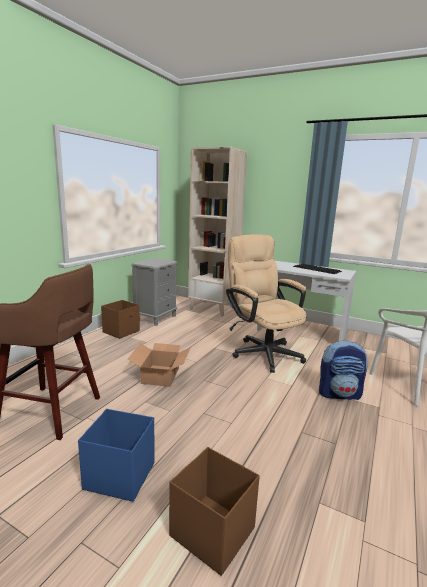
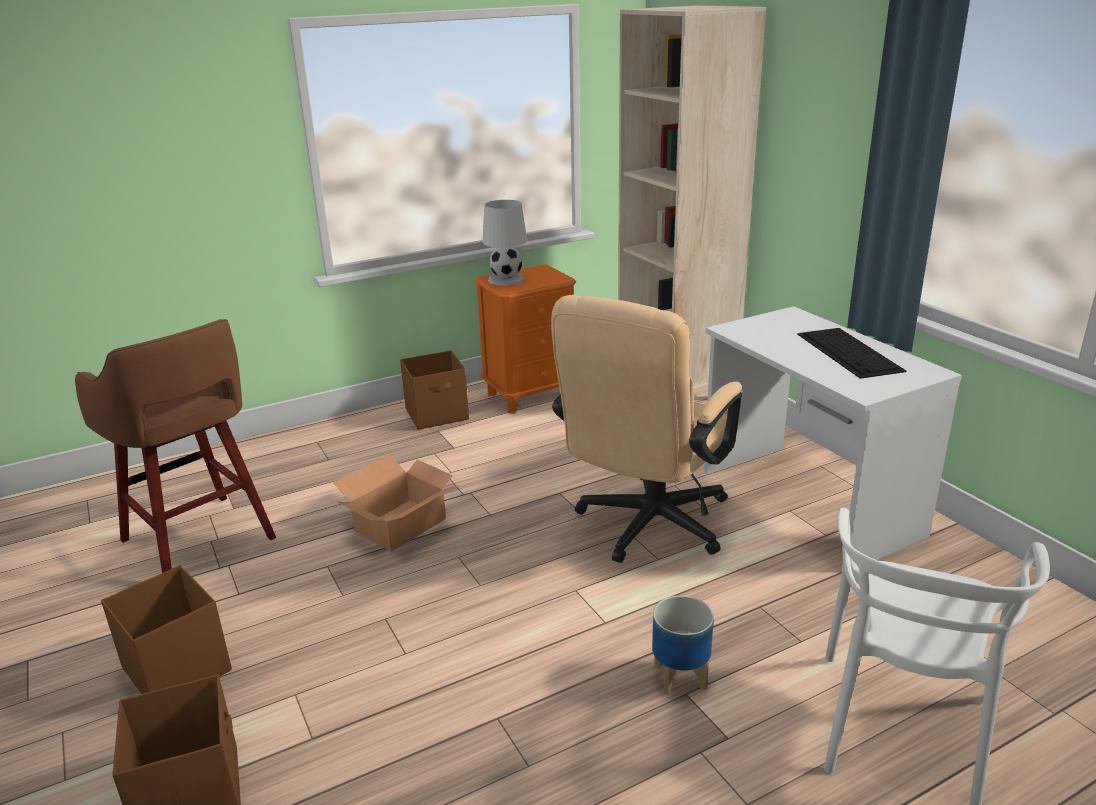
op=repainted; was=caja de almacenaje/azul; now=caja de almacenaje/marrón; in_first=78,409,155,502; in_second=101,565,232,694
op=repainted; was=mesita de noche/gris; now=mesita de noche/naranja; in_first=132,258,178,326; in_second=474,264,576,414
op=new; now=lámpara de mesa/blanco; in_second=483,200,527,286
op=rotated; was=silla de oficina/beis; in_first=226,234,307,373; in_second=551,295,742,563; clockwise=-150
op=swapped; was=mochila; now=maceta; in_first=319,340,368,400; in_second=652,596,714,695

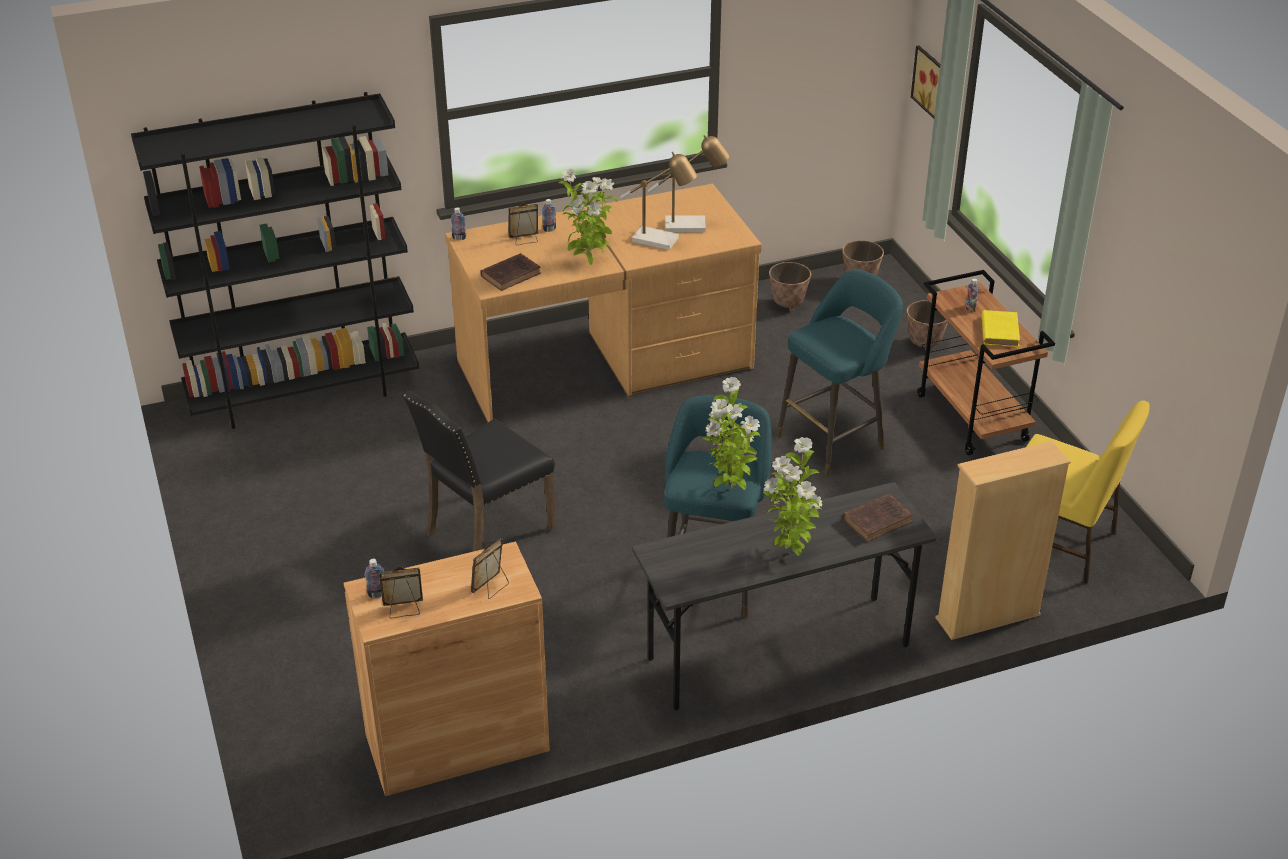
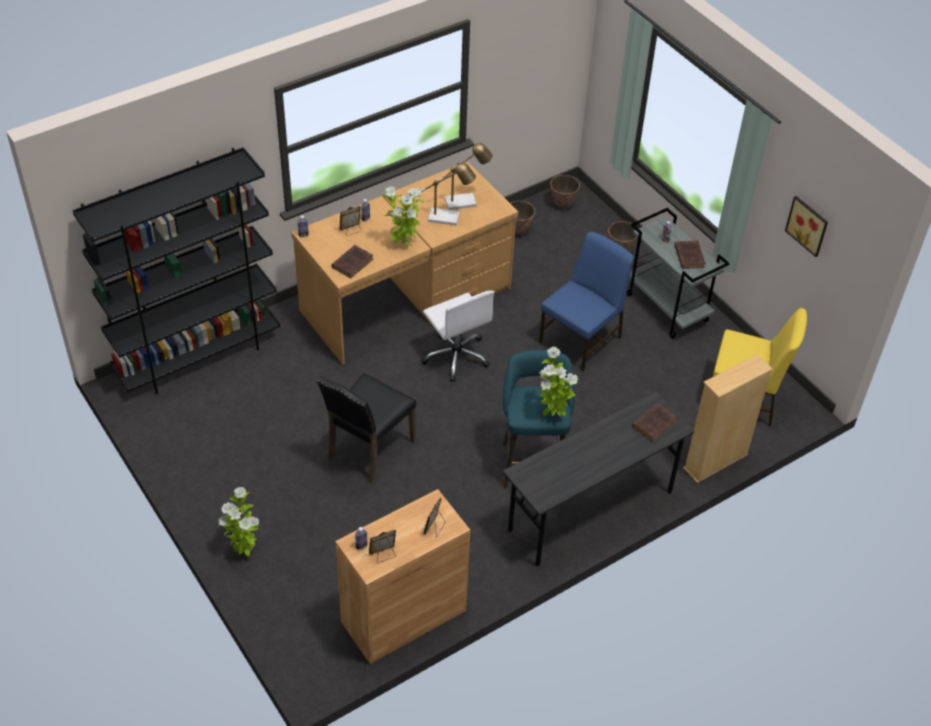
op=shifted; was=planta en maceta; in_first=763,437,822,556; in_second=219,487,259,556
op=new; now=silla de oficina/blanco; in_second=421,290,494,382
op=swapped; was=taburete/turquesa; now=silla/azul; in_first=777,269,903,476; in_second=539,232,633,371
op=repainted; was=carrito/marrón; now=carrito/gris; in_first=917,270,1055,456; in_second=626,208,730,339
op=repainted; was=libro/amarillo; now=libro/marrón; in_first=982,310,1020,347; in_second=674,240,706,269
op=shifted; was=cuadro; in_first=911,45,940,119; in_second=785,196,828,257

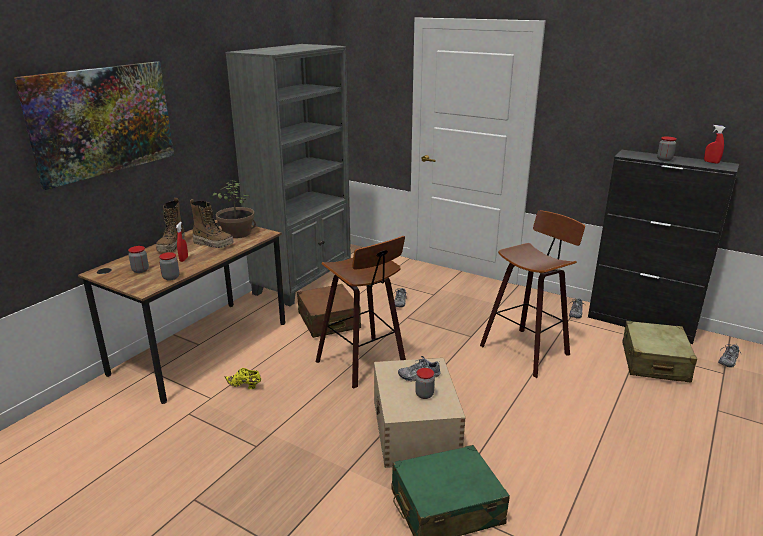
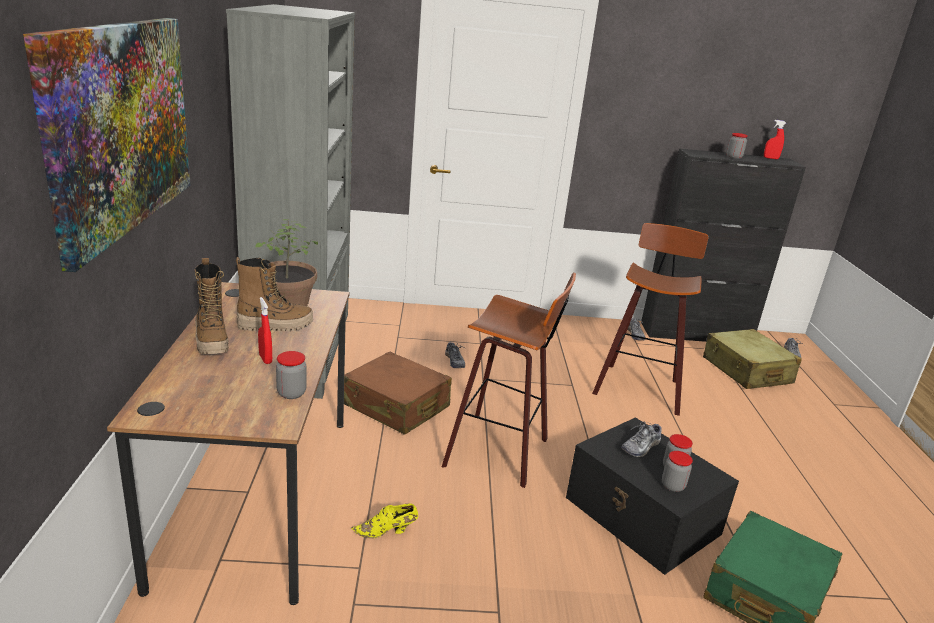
op=repainted; was=caja de almacenaje/beis; now=caja de almacenaje/negro; in_first=374,358,466,468; in_second=566,417,739,575
op=shifted; was=tarro; in_first=128,246,149,273; in_second=662,451,693,492

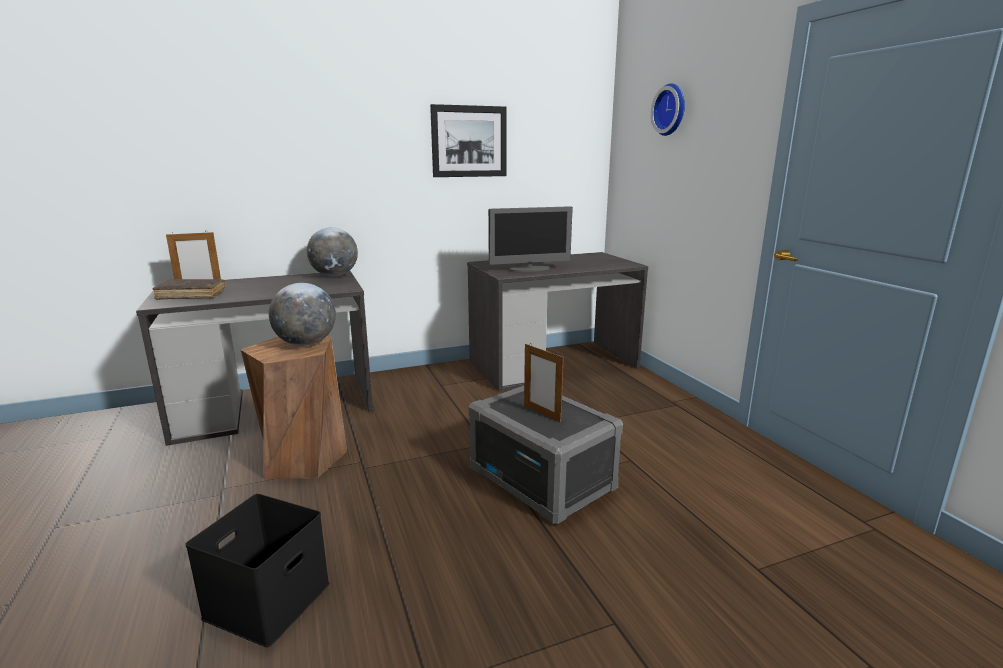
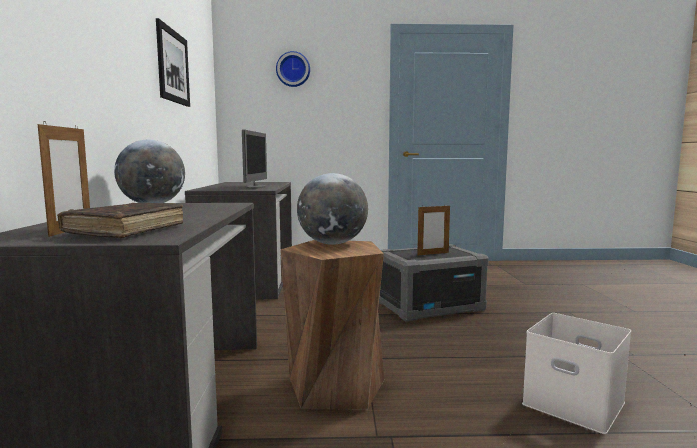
op=repainted; was=caja de almacenaje/negro; now=caja de almacenaje/blanco; in_first=185,494,329,647; in_second=522,313,631,434

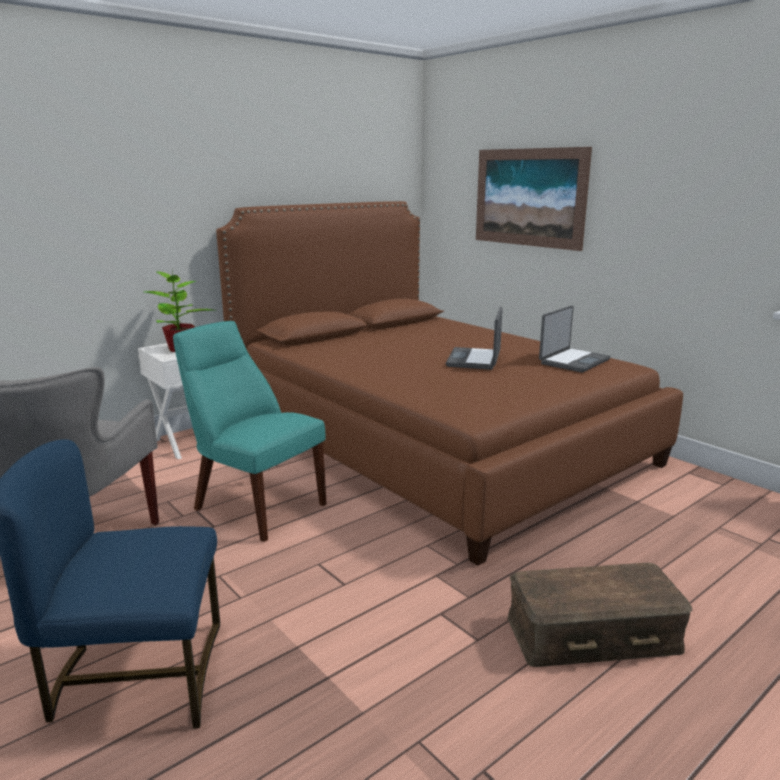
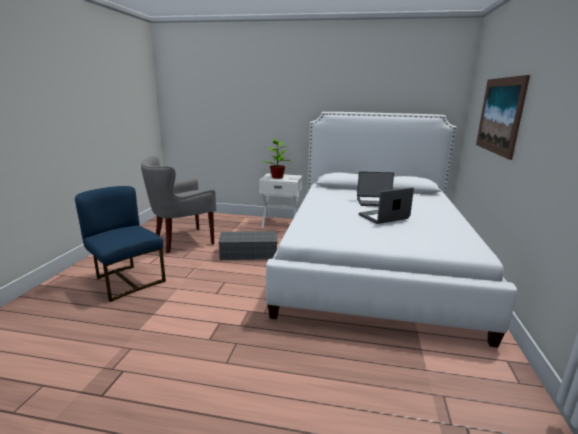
op=swapped; was=silla/turquesa; now=caja de almacenaje/gris; in_first=173,321,326,542; in_second=218,231,278,260
op=repainted; was=cama/marrón; now=cama/blanco; in_first=216,201,683,565; in_second=266,112,517,347
op=shifted; was=portátil; in_first=539,306,611,373; in_second=357,172,394,206
op=gone; was=caja de almacenaje/marrón; in_first=508,563,693,667

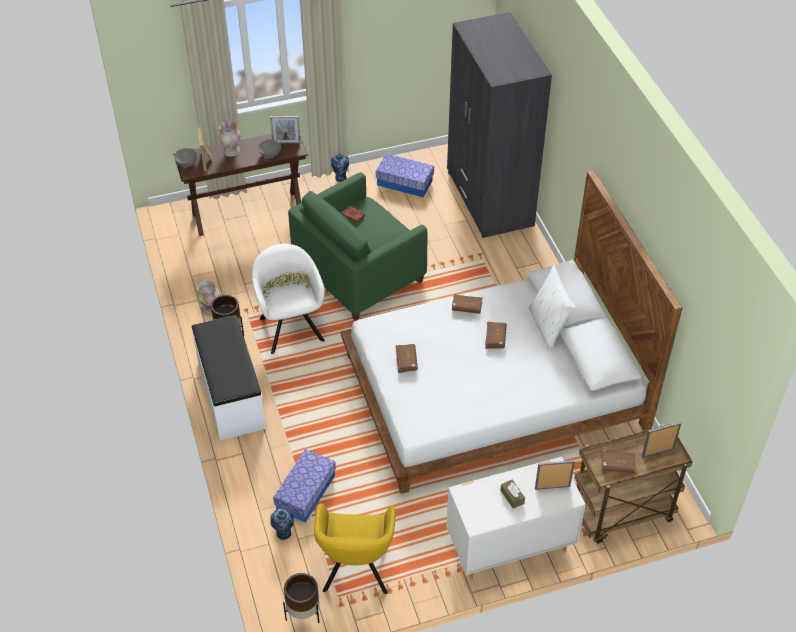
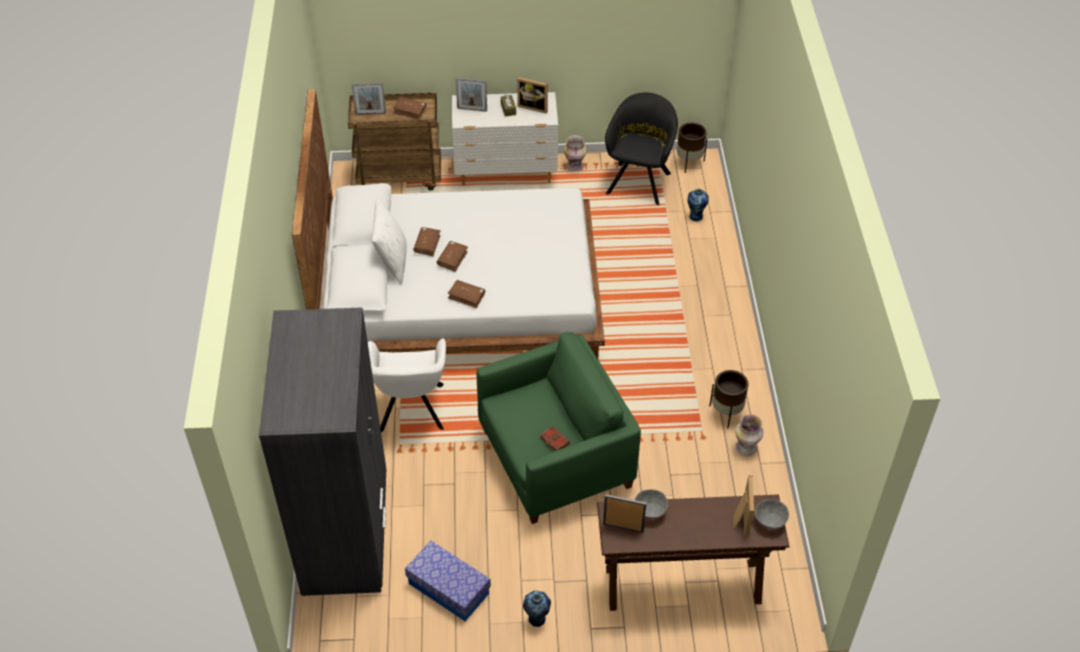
op=shifted; was=sillón/blanco; in_first=252,244,325,354; in_second=368,338,446,432
op=shifted; was=libro/marrón; in_first=396,344,418,373; in_second=413,227,441,256
op=new; now=portarretratos; in_second=517,77,548,114
op=shifted; was=florero; in_first=218,121,241,157; in_second=564,135,587,172
op=repainted; was=sillón/amarillo; now=sillón/negro; in_first=314,504,396,594; in_second=605,93,678,205
op=gone; was=banco/blanco; in_first=192,315,266,440
op=gone; was=caja de almacenaje; in_first=273,449,336,523

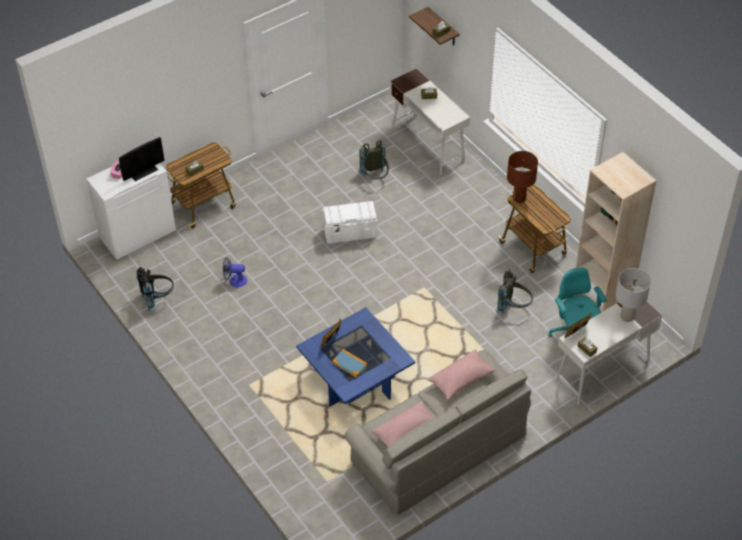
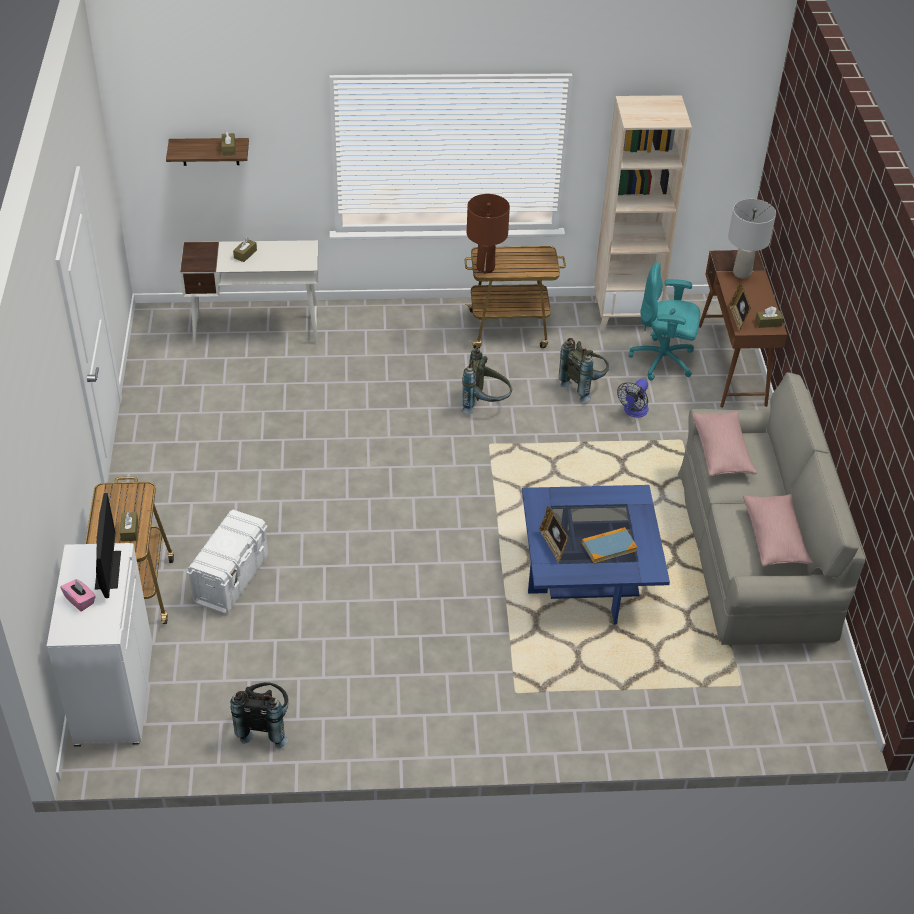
op=shifted; was=caja de almacenaje/blanco; in_first=322,201,377,244; in_second=186,510,268,614
op=shifted; was=mochila/gris; in_first=358,140,389,179; in_second=462,346,512,414
op=shifted; was=ventilador; in_first=223,257,247,287; in_second=617,379,648,418
op=repainted; was=escritorio/blanco; now=escritorio/marrón; in_first=556,302,662,404; in_second=699,250,787,408

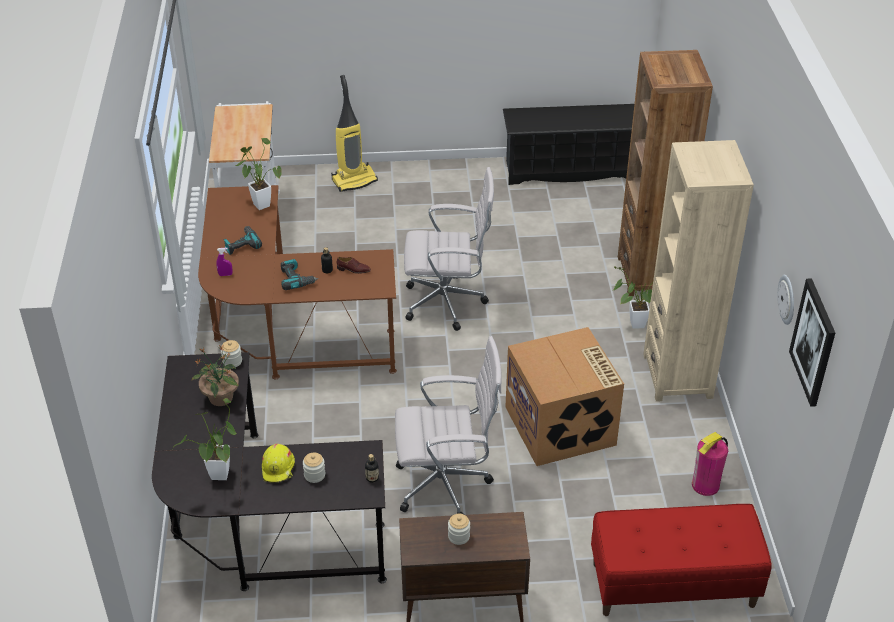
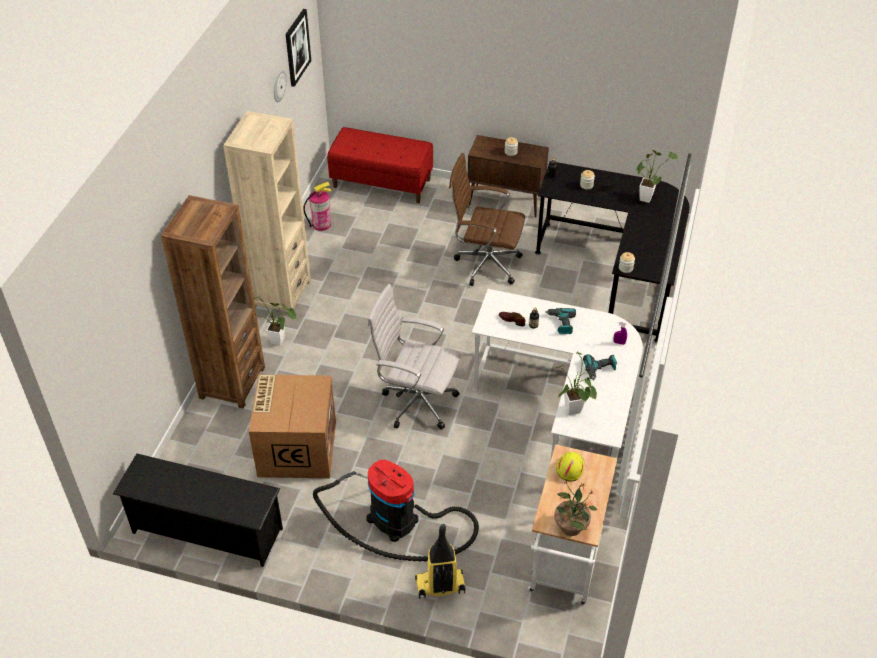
op=shifted; was=caja de cartón; in_first=505,327,624,466; in_second=249,375,336,478
op=new; now=aspiradora; in_second=313,460,479,561
op=repainted; was=silla de oficina/blanco; now=silla de oficina/marrón; in_first=395,336,502,514; in_second=449,153,525,286
op=repainted; was=escritorio/marrón; now=escritorio/blanco; in_first=198,185,397,380; in_second=472,289,643,503
op=shifted; was=planta en maceta; in_first=192,346,239,406; in_second=554,480,597,536
op=shifted; was=casco/amarillo; in_first=262,444,295,483; in_second=556,452,584,482

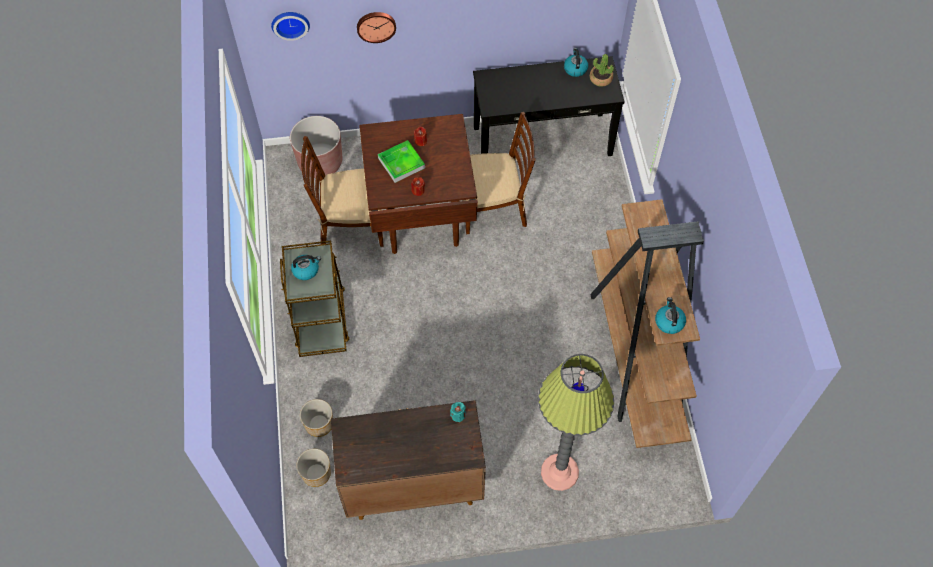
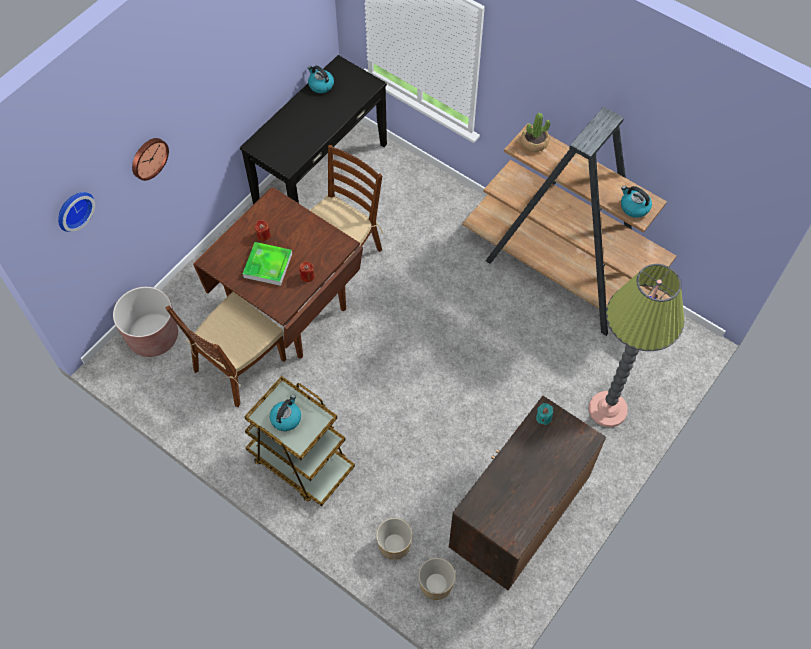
op=shifted; was=planta en maceta; in_first=590,54,614,87; in_second=521,113,550,152

